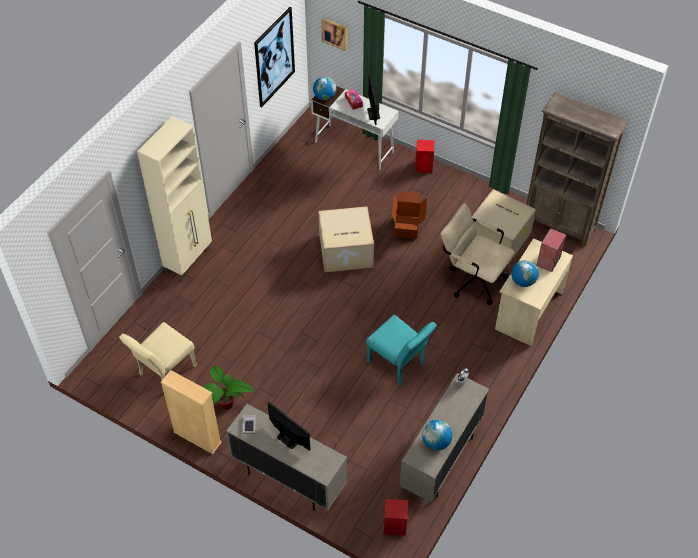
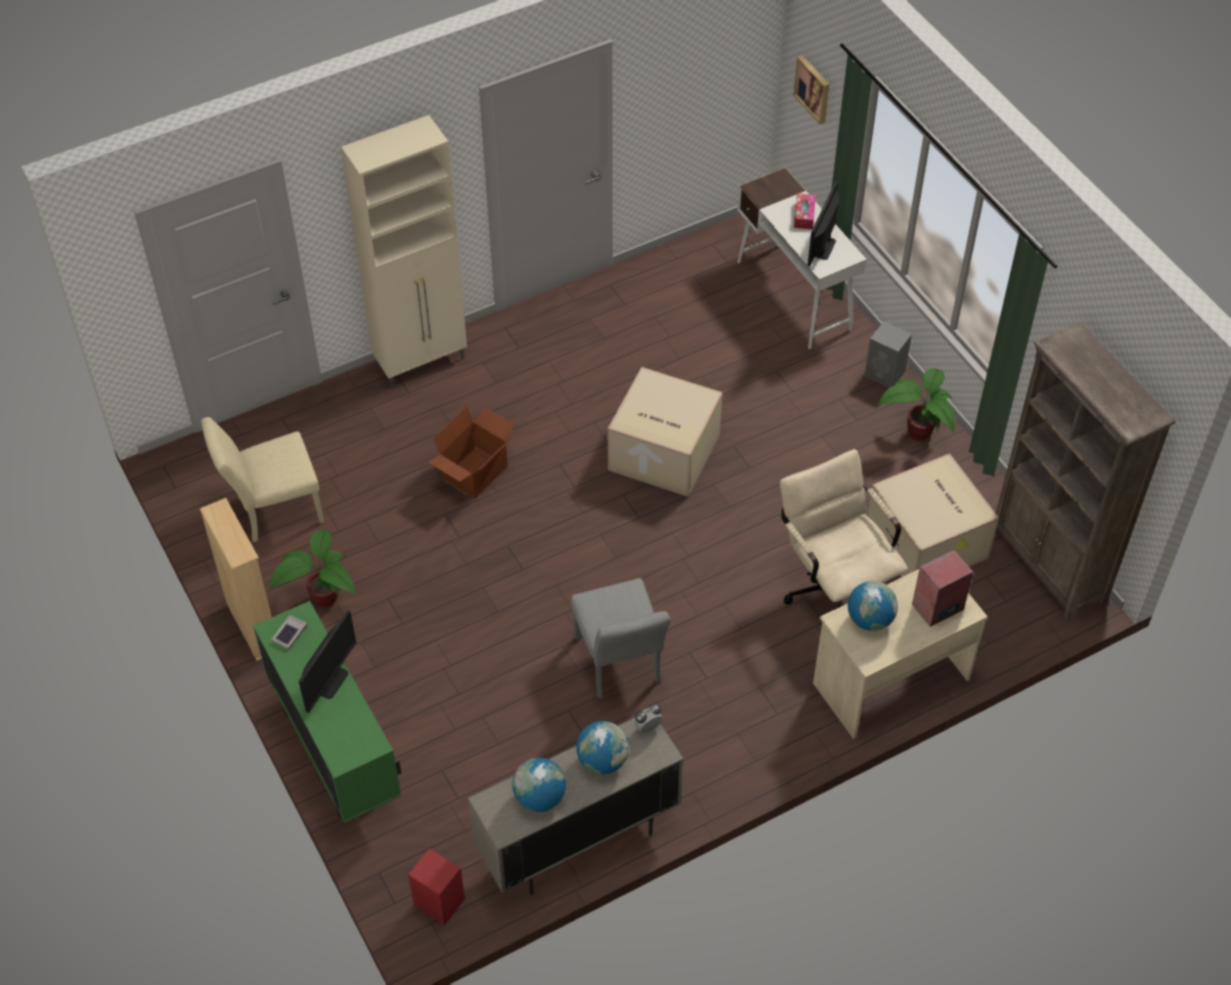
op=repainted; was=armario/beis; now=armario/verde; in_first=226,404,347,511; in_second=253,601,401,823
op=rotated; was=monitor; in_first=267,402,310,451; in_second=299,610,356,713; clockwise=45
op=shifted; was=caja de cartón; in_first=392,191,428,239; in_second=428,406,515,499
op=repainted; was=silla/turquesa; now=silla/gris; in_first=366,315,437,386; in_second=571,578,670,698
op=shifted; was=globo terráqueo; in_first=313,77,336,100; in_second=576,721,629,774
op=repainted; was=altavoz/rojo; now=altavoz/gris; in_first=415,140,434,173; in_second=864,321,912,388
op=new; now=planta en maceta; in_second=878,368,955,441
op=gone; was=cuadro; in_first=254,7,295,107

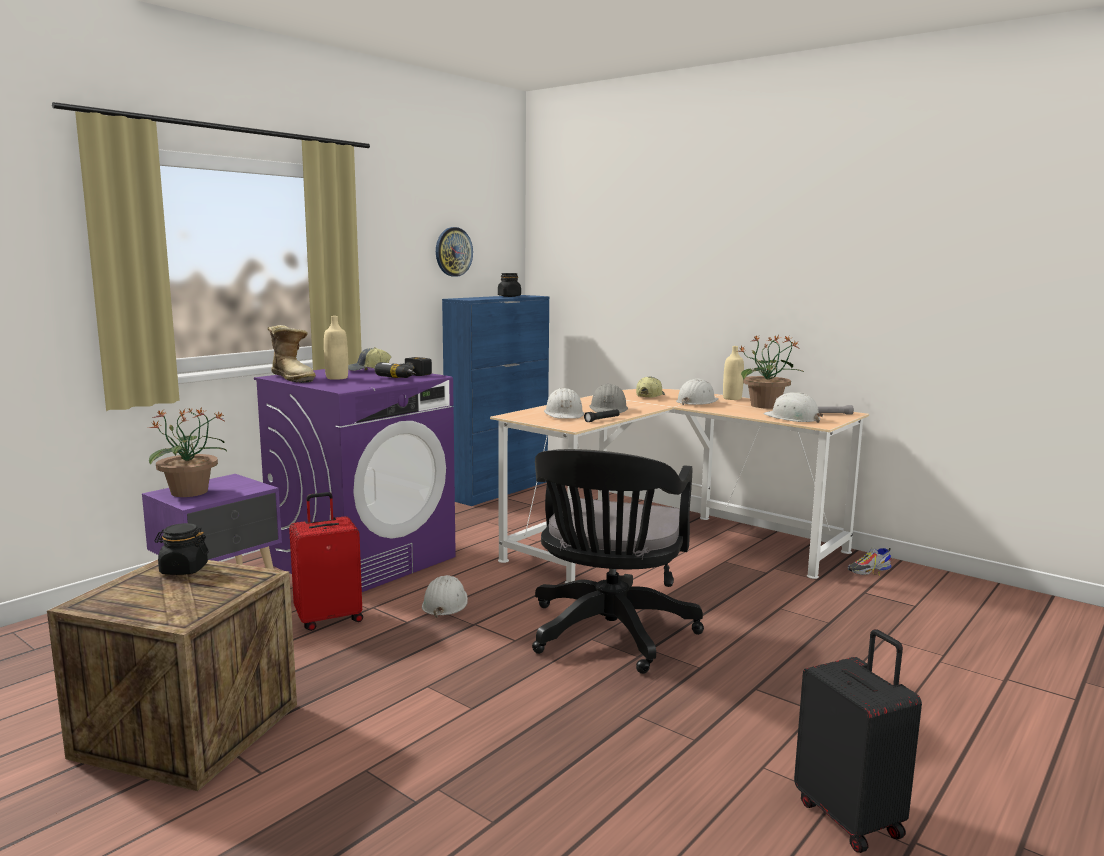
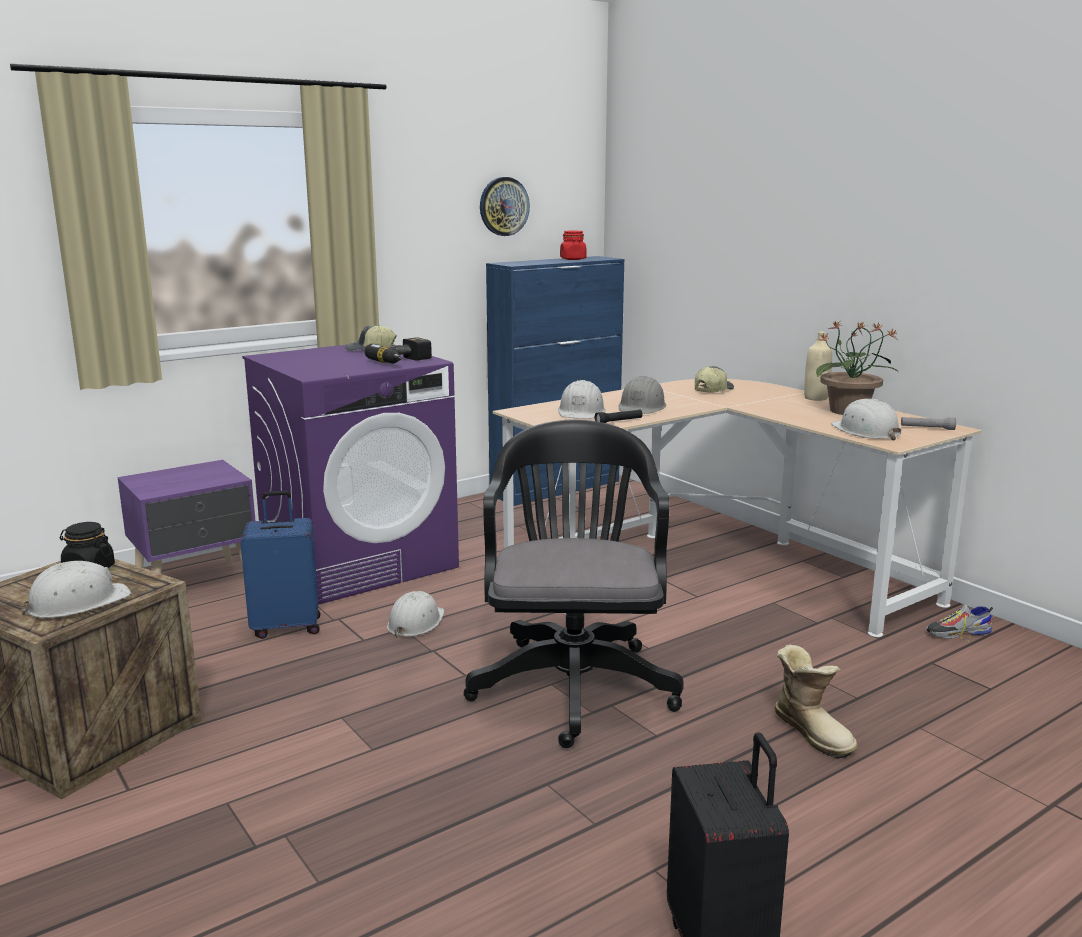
op=shifted; was=casco/blanco; in_first=676,379,718,406; in_second=19,561,131,618
op=repainted; was=maleta/rojo; now=maleta/azul; in_first=289,492,363,631; in_second=240,491,320,639
op=rotated; was=silla de oficina/negro; in_first=532,449,704,674; in_second=464,420,684,748; clockwise=150
op=repainted; was=tarro/negro; now=tarro/rojo; in_first=498,273,521,297; in_second=560,231,587,260
op=shifted; was=bota; in_first=267,325,316,383; in_second=774,644,858,759
op=gone; was=planta en maceta; in_first=149,408,227,497
op=gone; was=botella/beis; in_first=324,316,348,380

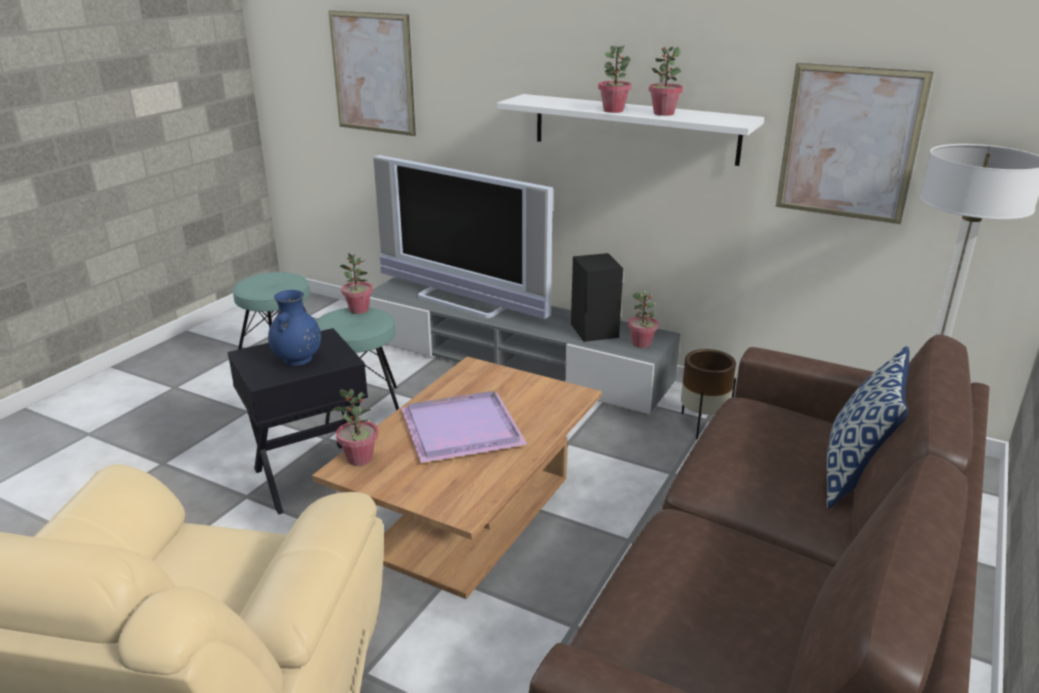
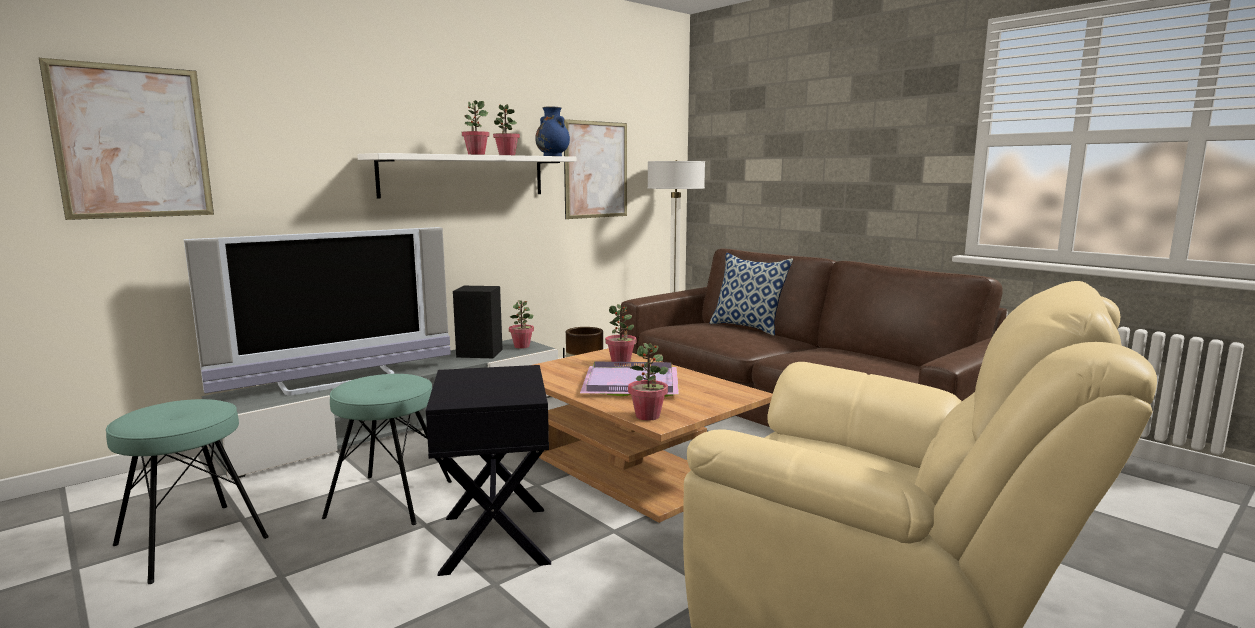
op=shifted; was=florero/azul; in_first=268,290,321,366; in_second=535,106,570,156
op=shifted; was=planta en maceta; in_first=340,253,373,314; in_second=605,304,636,365

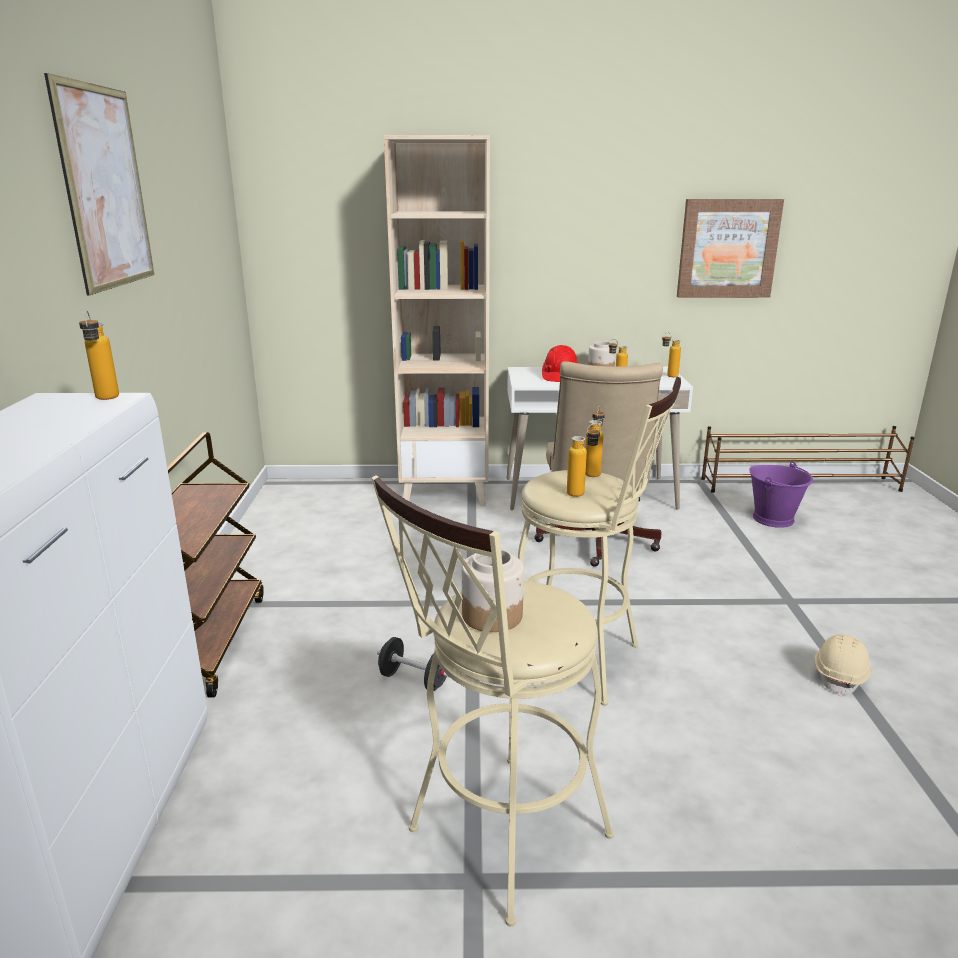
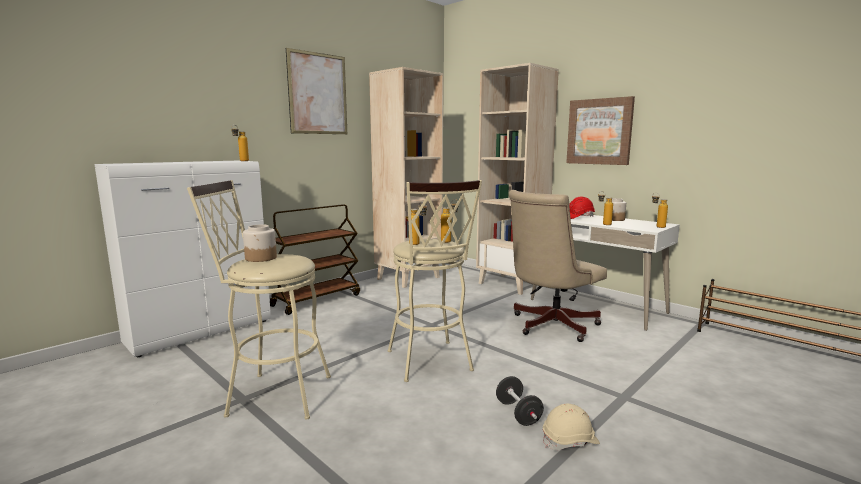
op=new; now=estantería/beis; in_second=369,67,443,288
op=shifted; was=mancuerna/negro; in_first=377,637,449,691; in_second=496,376,544,426
op=shifted; was=cuadro; in_first=677,199,784,298; in_second=566,96,635,165
op=gone; was=cubo/morado; in_first=749,462,813,528

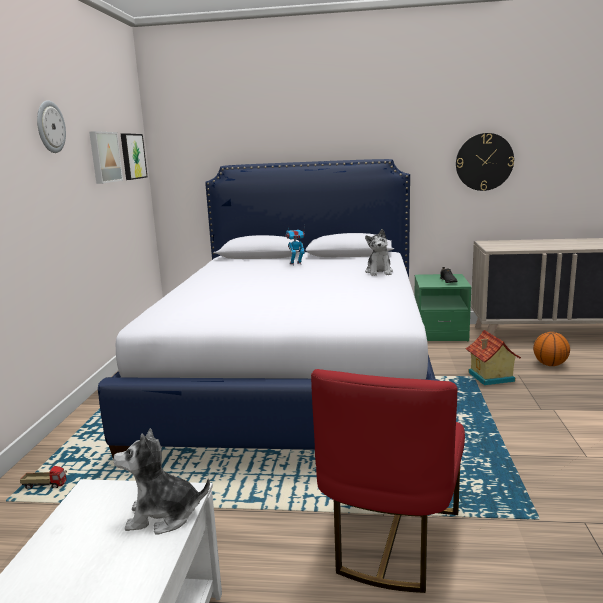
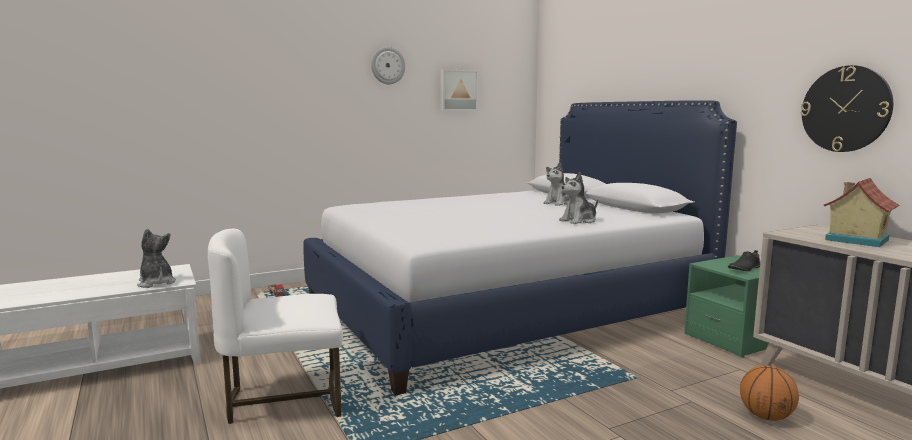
op=repainted; was=silla/rojo; now=silla/blanco; in_first=311,369,465,593; in_second=208,229,343,424
op=swapped; was=robot de juguete; now=peluche; in_first=286,225,305,265; in_second=543,162,570,206
op=shifted; was=casita; in_first=466,330,521,385; in_second=824,178,899,247
op=gone; was=cuadro; in_first=121,133,148,180

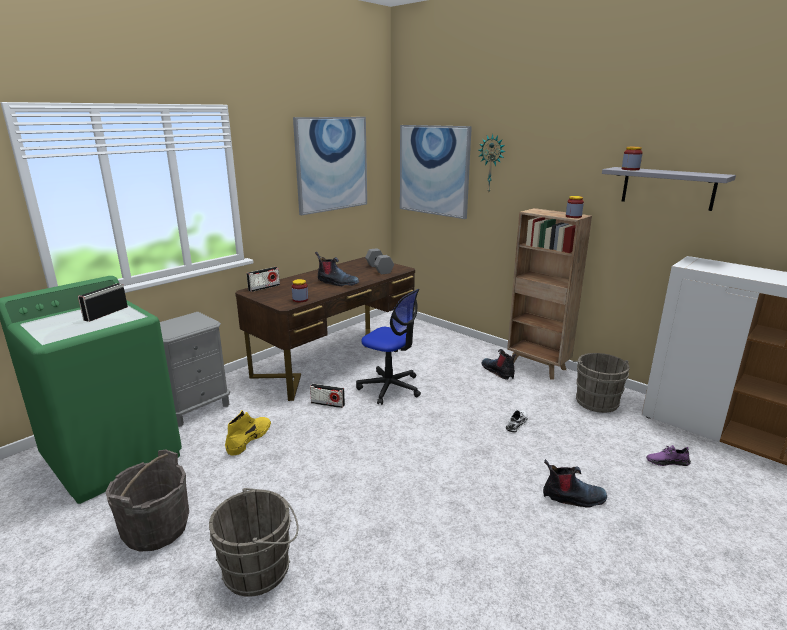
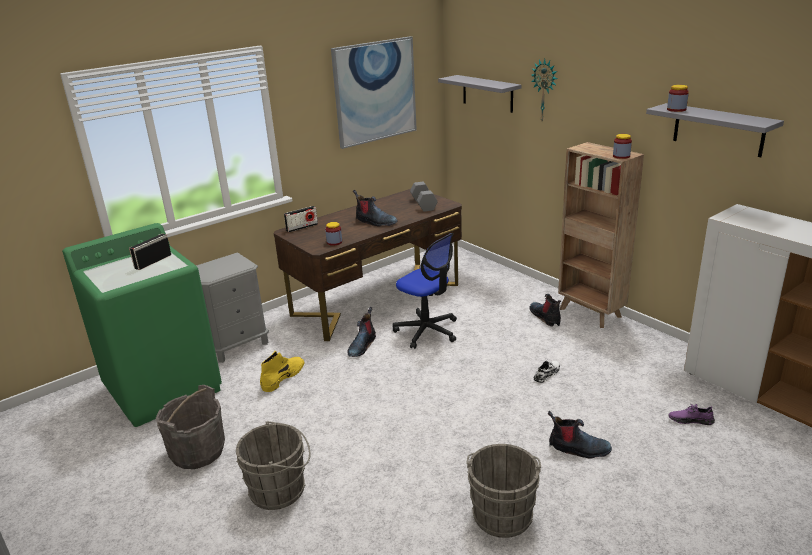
op=swapped; was=radio; now=bota; in_first=310,384,345,408; in_second=347,307,376,357
op=swapped; was=cuadro; now=estante/gris; in_first=400,125,472,219; in_second=438,75,521,113
op=shifted; was=cubo/gris; in_first=572,353,630,413; in_second=466,444,541,538

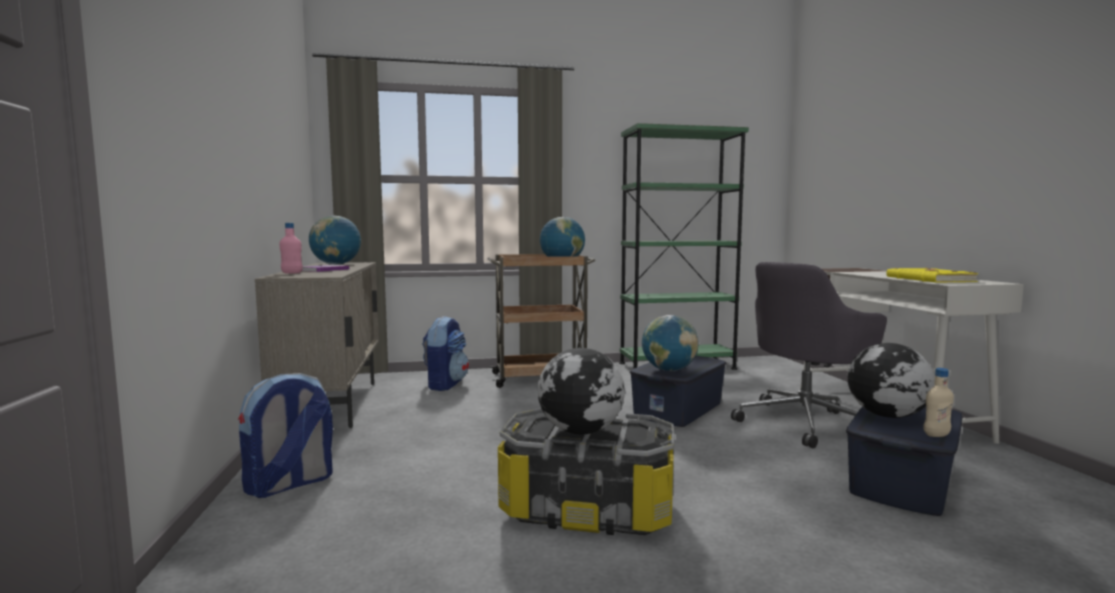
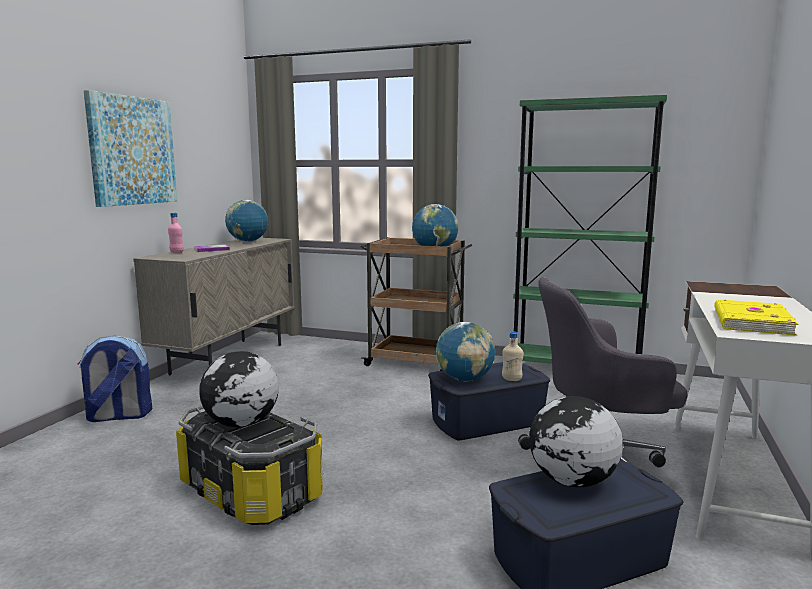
op=new; now=cuadro; in_second=84,90,177,207
op=shifted; was=botella/beis; in_first=924,368,954,437; in_second=502,331,523,381
op=gone; was=mochila; in_first=422,316,469,391

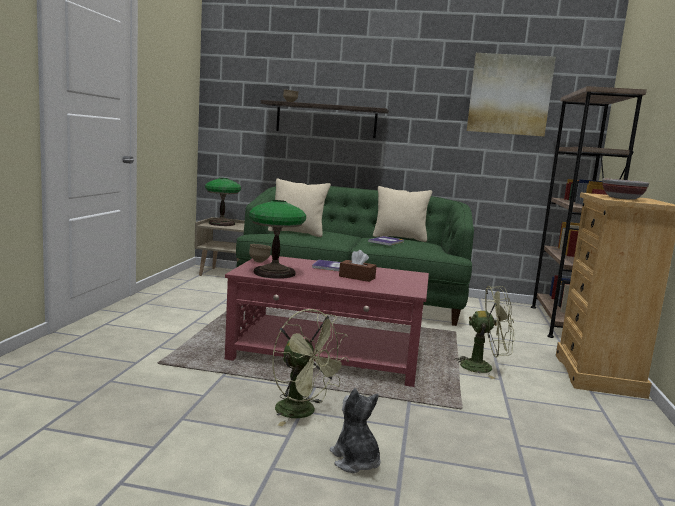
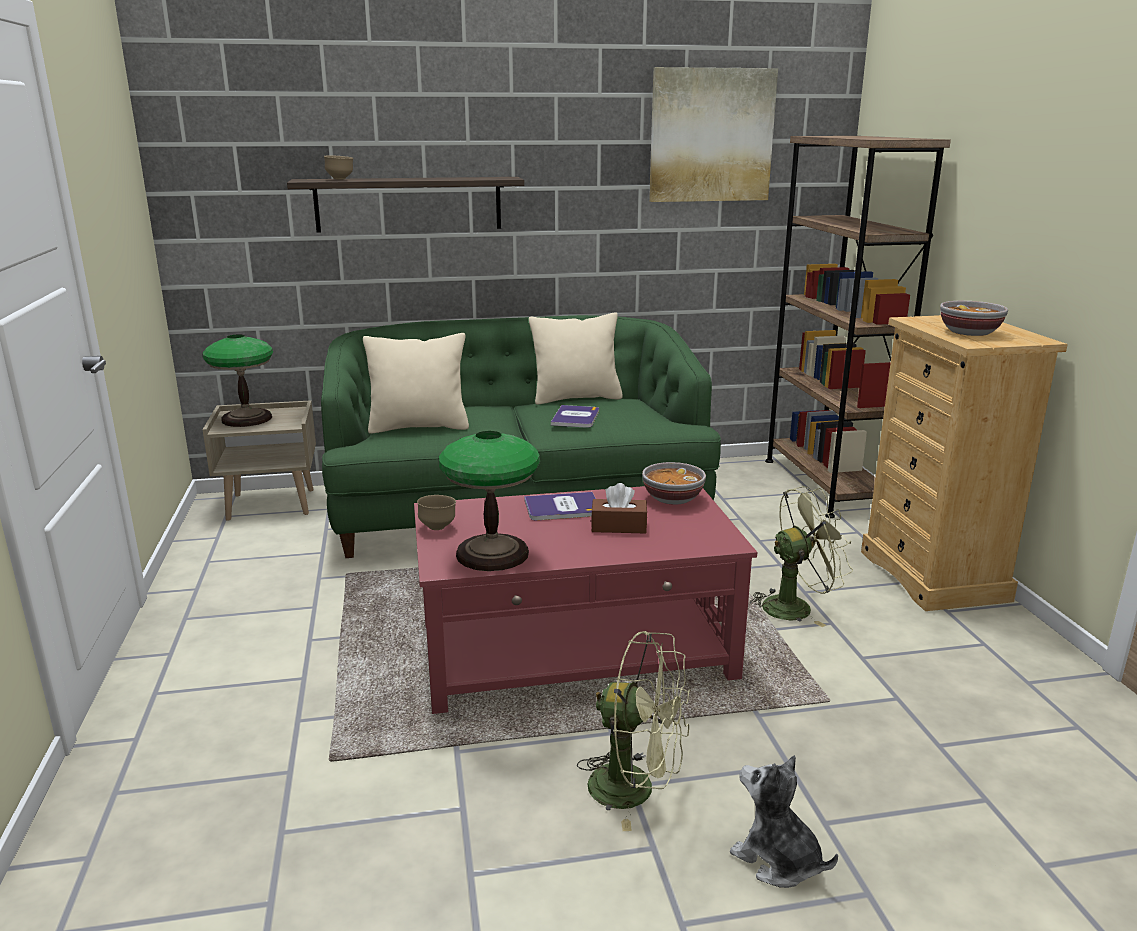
op=new; now=cuenco; in_second=642,462,706,505

